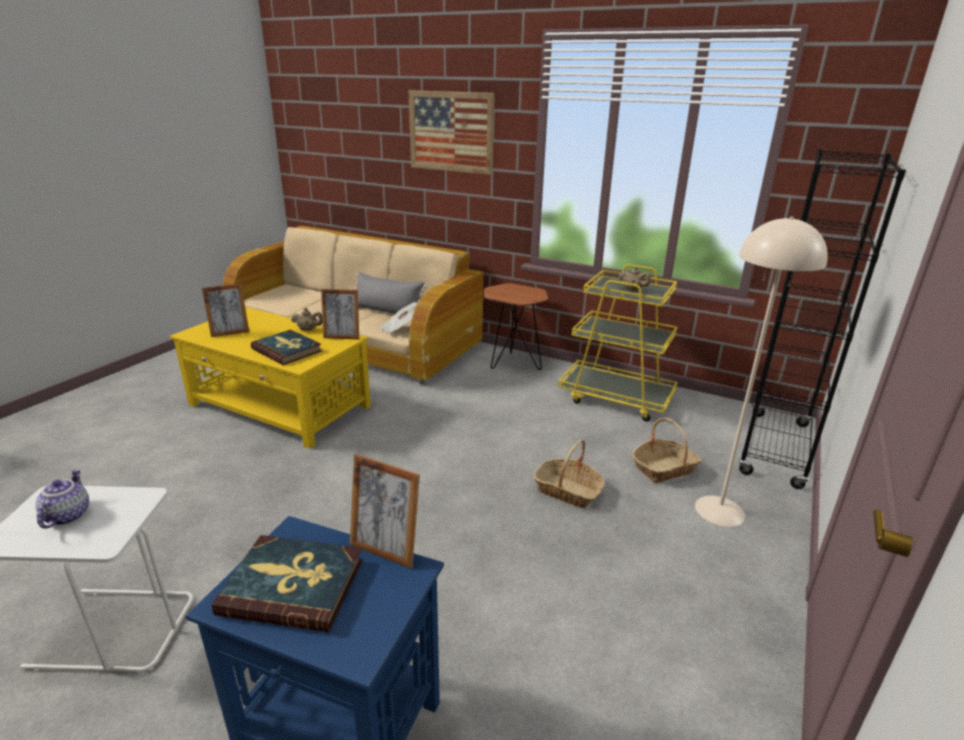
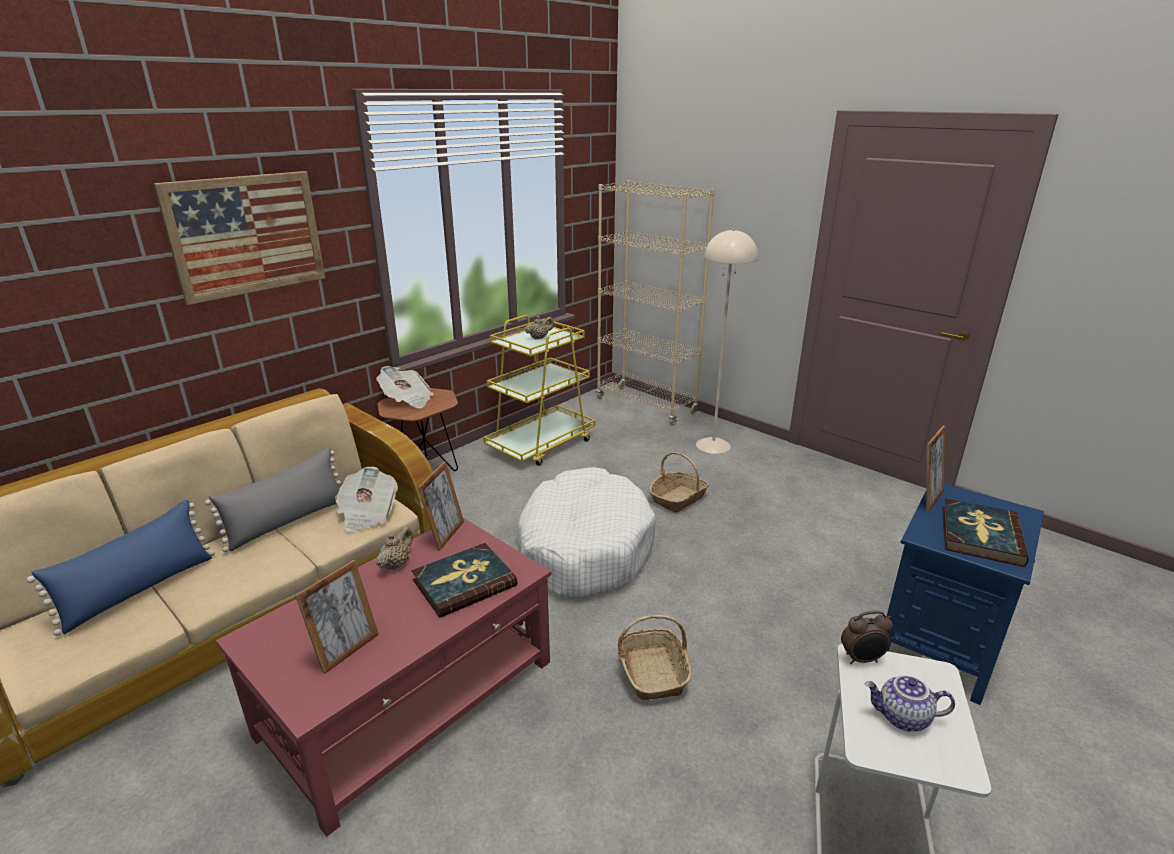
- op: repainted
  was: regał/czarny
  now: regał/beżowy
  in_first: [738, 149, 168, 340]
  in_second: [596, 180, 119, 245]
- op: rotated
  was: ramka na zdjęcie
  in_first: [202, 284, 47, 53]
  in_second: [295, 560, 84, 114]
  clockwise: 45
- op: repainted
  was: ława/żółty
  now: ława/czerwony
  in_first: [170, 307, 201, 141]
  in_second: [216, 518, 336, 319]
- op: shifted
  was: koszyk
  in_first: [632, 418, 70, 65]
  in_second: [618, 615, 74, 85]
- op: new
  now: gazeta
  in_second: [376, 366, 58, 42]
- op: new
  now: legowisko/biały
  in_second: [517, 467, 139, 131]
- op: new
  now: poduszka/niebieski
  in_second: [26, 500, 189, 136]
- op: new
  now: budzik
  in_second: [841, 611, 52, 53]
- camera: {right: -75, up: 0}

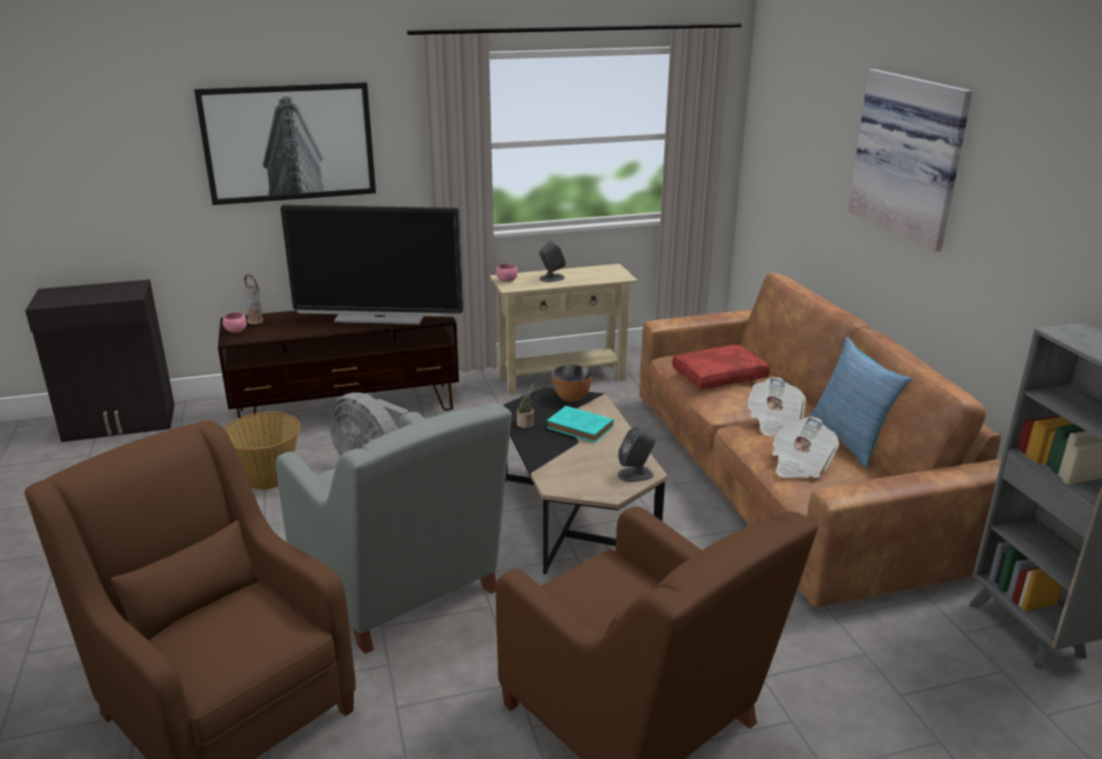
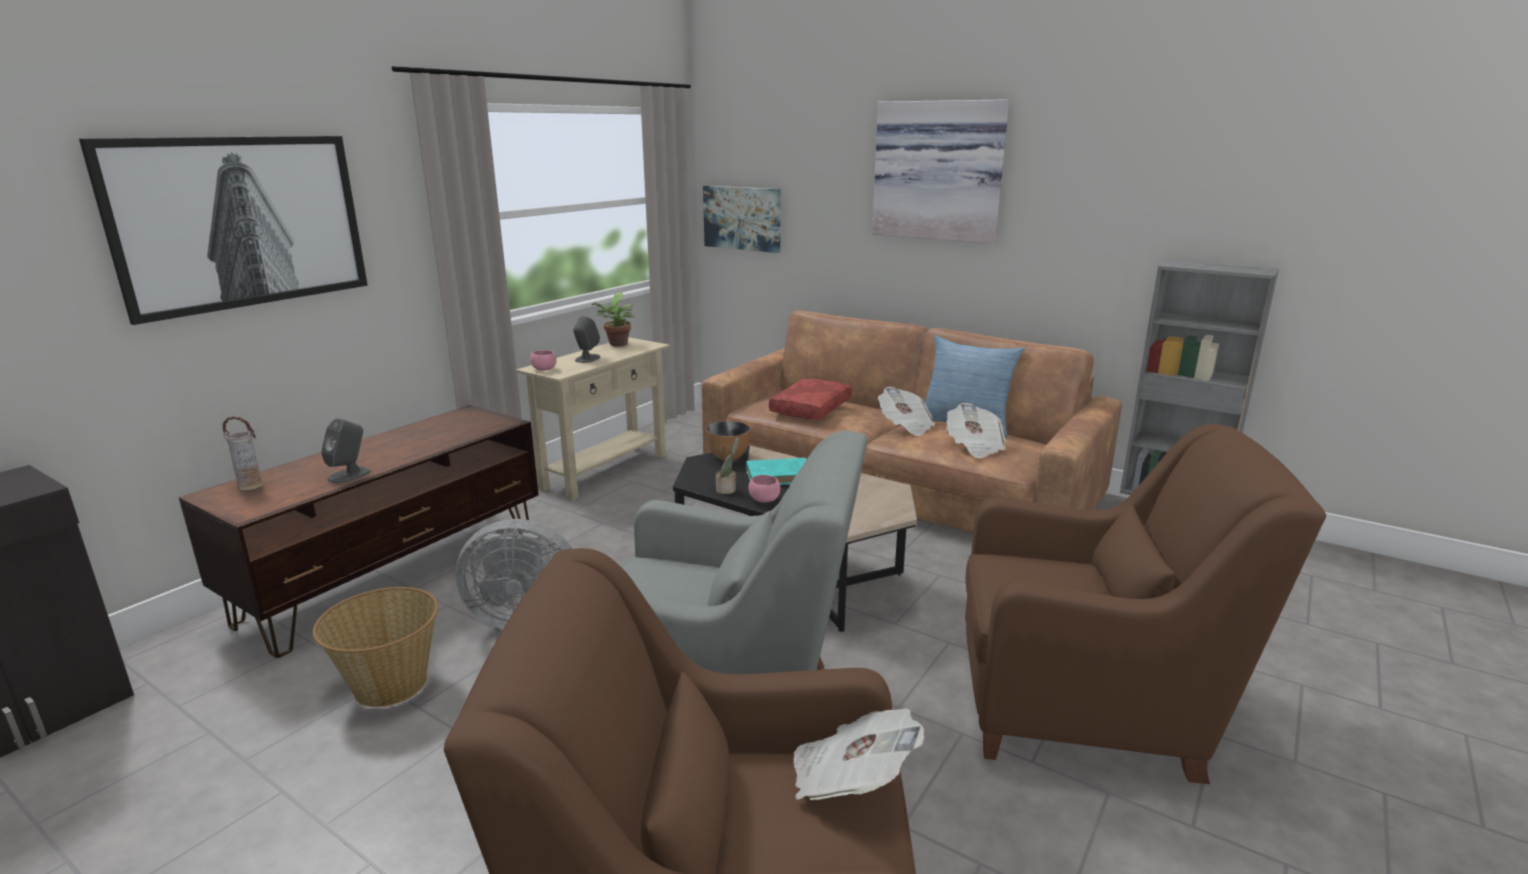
- op: gone
  was: telewizor
  in_first: [280, 205, 183, 119]
- op: shifted
  was: miska/różowy
  in_first: [223, 312, 24, 21]
  in_second: [748, 475, 32, 28]
- op: shifted
  was: głośnik/szary
  in_first: [618, 426, 38, 56]
  in_second: [321, 418, 49, 65]
- op: new
  now: obraz
  in_second: [703, 186, 78, 67]
- op: new
  now: roślina doniczkowa
  in_second: [591, 293, 44, 53]
- op: new
  now: gazeta
  in_second: [793, 708, 131, 92]
- camera: {right: -40, up: -5}

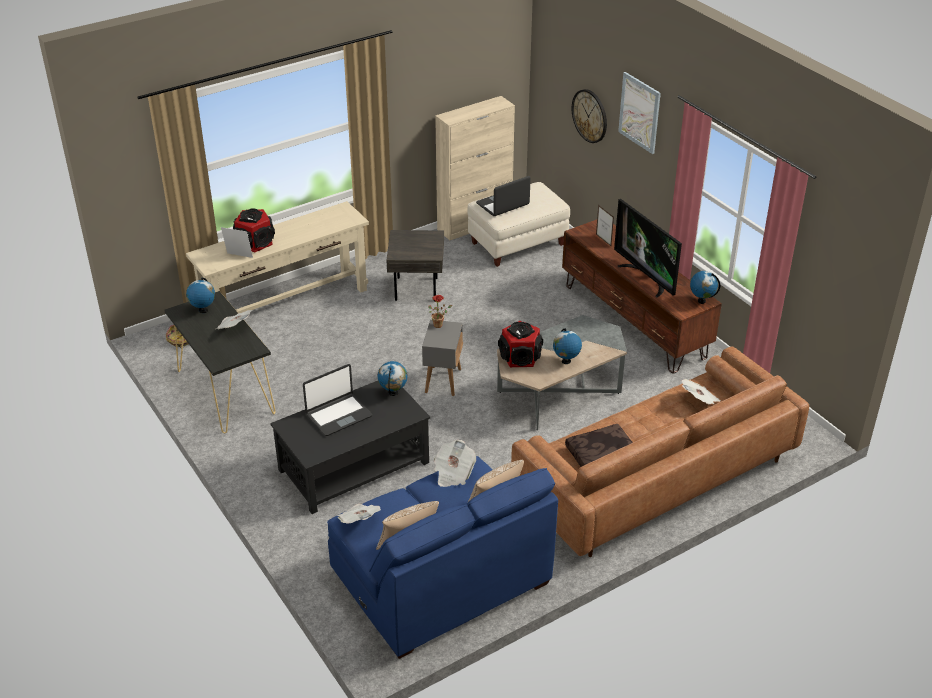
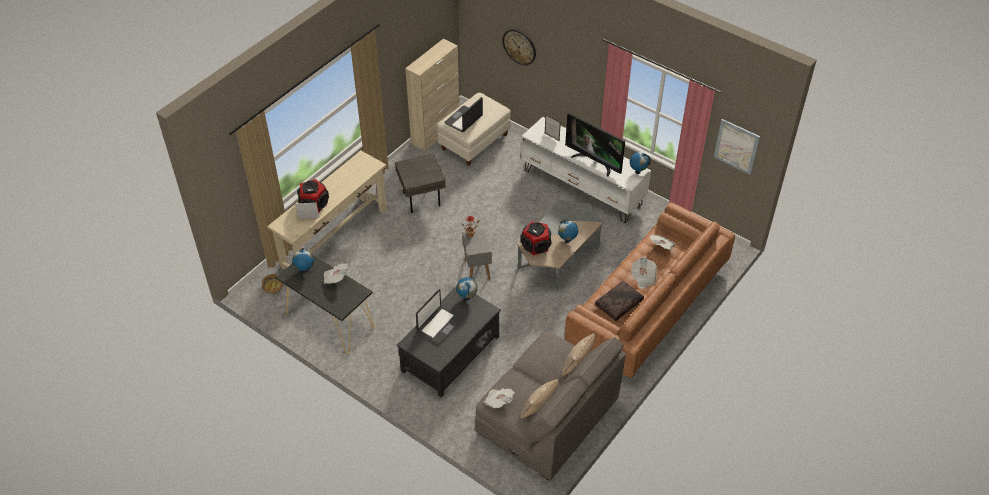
- op: shifted
  was: obraz
  in_first: [618, 72, 43, 82]
  in_second: [714, 119, 46, 56]
- op: repainted
  was: szafka pod telewizor/brązowy
  now: szafka pod telewizor/biały
  in_first: [562, 220, 160, 154]
  in_second: [521, 117, 130, 106]
- op: shifted
  was: gazeta
  in_first: [434, 440, 42, 47]
  in_second: [631, 257, 26, 32]
- op: repainted
  was: kanapa/niebieski
  now: kanapa/szary
  in_first: [327, 456, 231, 203]
  in_second: [475, 331, 151, 150]
- camera: {right: -20, up: 10}

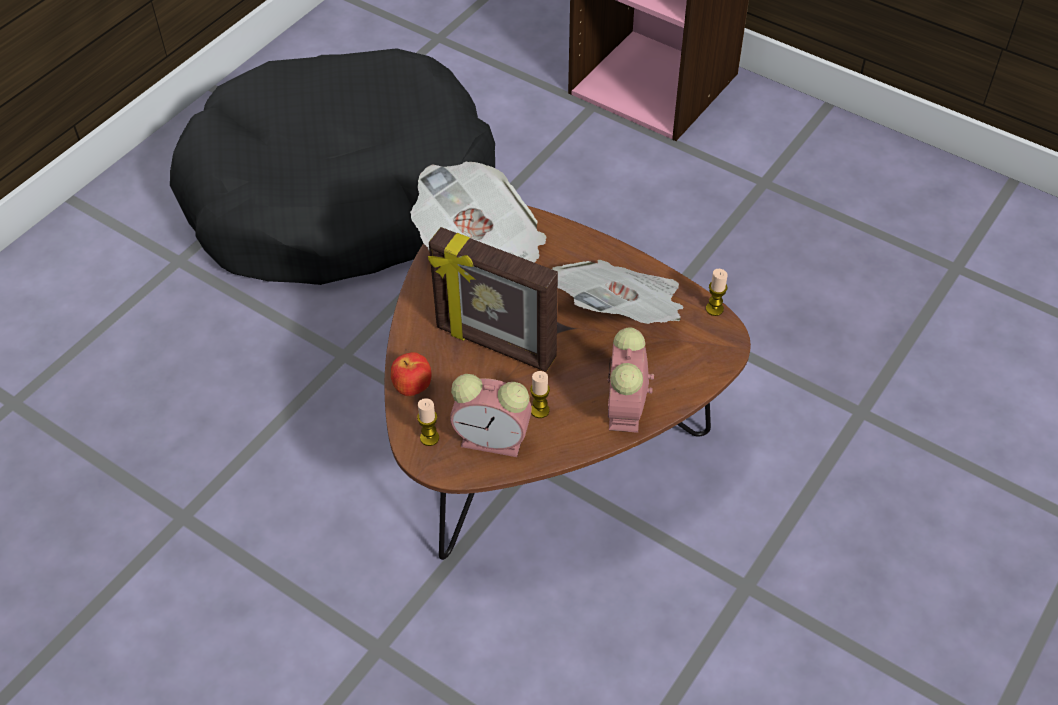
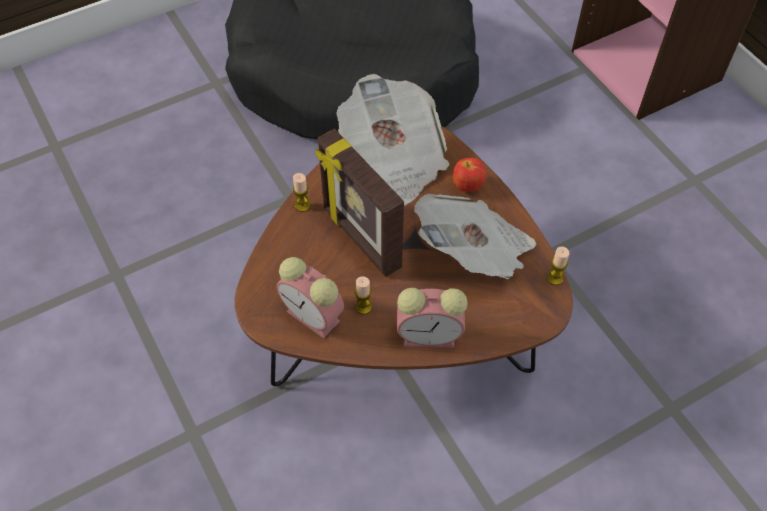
- op: rotated
  was: budzik
  in_first: [608, 327, 46, 106]
  in_second: [397, 288, 71, 60]
  clockwise: -120
- op: shifted
  was: jabłko
  in_first: [391, 352, 40, 44]
  in_second: [453, 158, 33, 34]
- op: shifted
  was: świeca
  in_first: [417, 398, 22, 48]
  in_second: [293, 173, 18, 39]
- camera: {right: 25, up: 5}

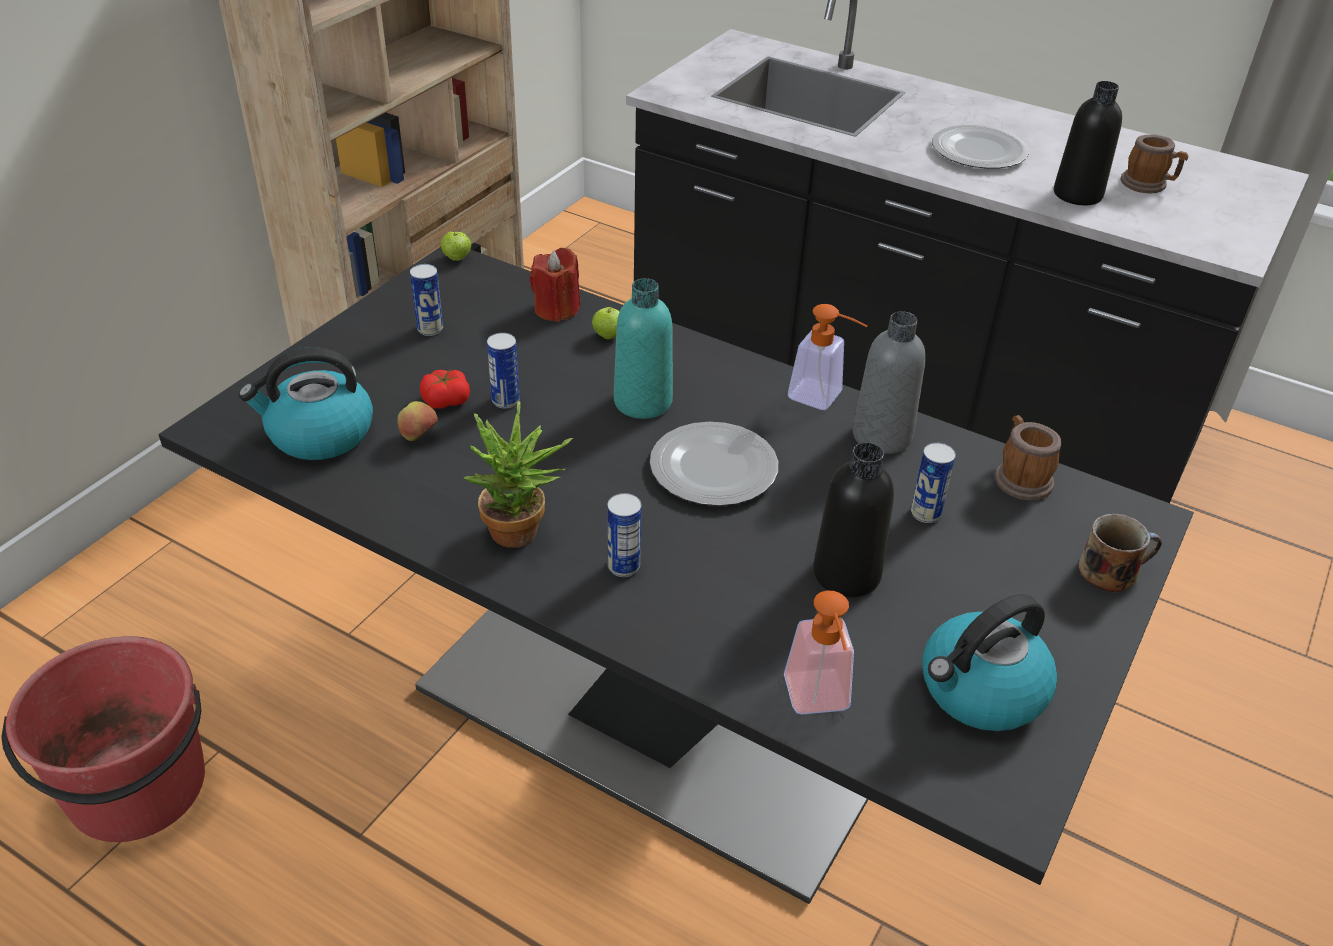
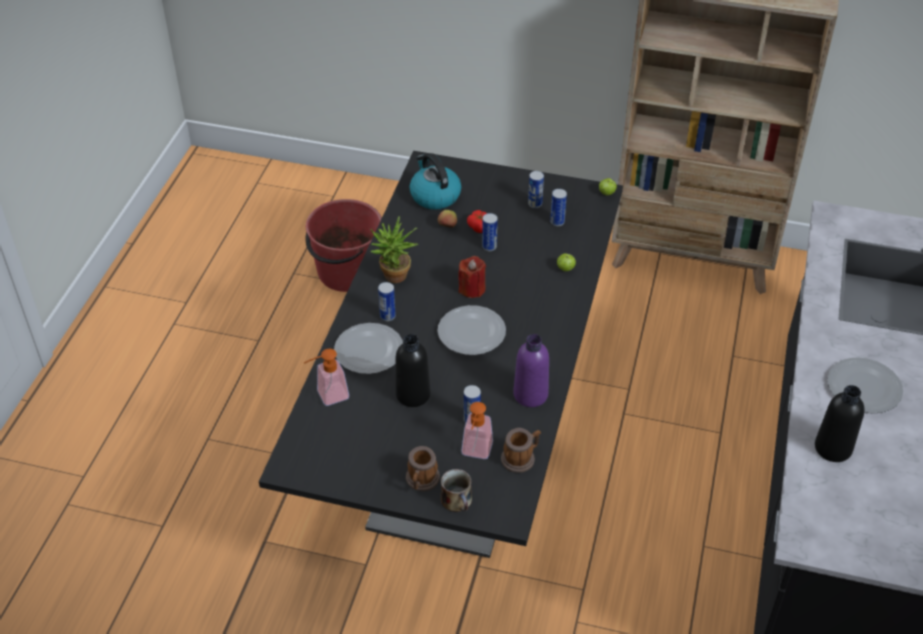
- op: shifted
  was: kubek
  in_first: [1121, 135, 67, 58]
  in_second: [406, 446, 34, 45]
- op: shifted
  was: świeca/czerwony
  in_first: [530, 248, 50, 74]
  in_second: [458, 256, 28, 42]
- op: gone
  was: butelka/turkusowy
  in_first: [614, 278, 59, 141]
- op: shifted
  was: dozownik mydła
  in_first: [788, 304, 80, 106]
  in_second: [461, 402, 32, 57]
- op: repainted
  was: butelka/szary
  now: butelka/fioletowy
  in_first: [853, 311, 73, 143]
  in_second: [513, 334, 36, 73]
- op: gone
  was: czajnik
  in_first: [922, 594, 135, 137]
- op: new
  now: puszka
  in_second: [550, 189, 17, 37]
- op: new
  now: talerz
  in_second: [334, 323, 69, 51]
- camera: {right: 75, up: 5}

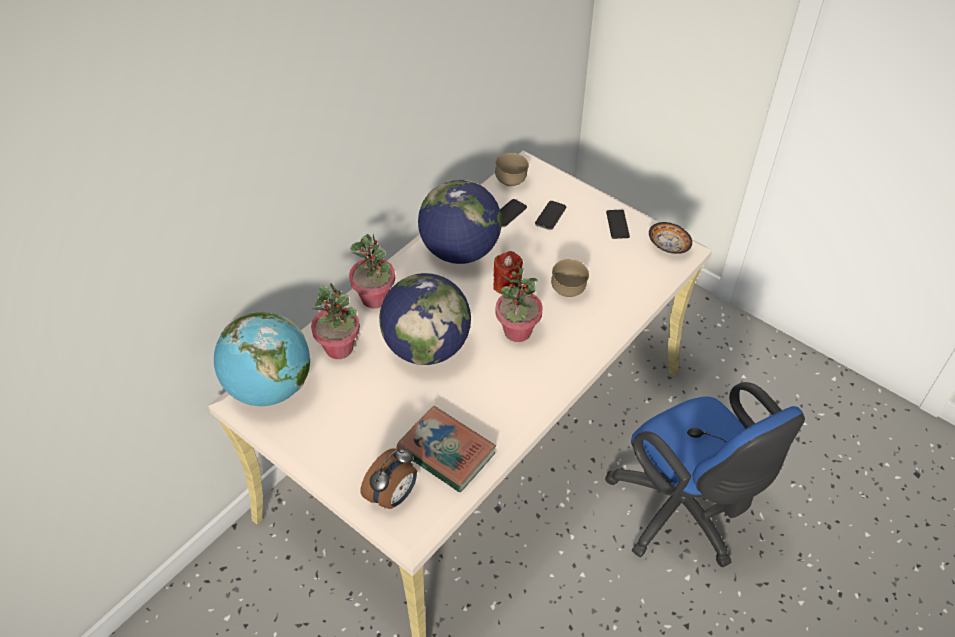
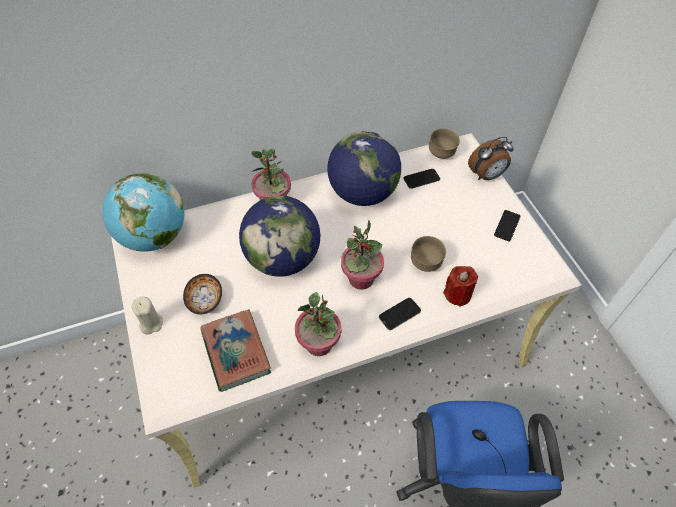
- op: shifted
  was: telefon
  in_first: [535, 201, 31, 29]
  in_second: [379, 298, 42, 32]
- op: shifted
  was: miska
  in_first: [649, 222, 43, 32]
  in_second: [183, 274, 39, 40]
- op: shifted
  was: świeca/czerwony
  in_first: [493, 251, 30, 43]
  in_second: [443, 266, 35, 41]
- op: shifted
  was: roślina doniczkowa
  in_first: [311, 283, 49, 76]
  in_second: [295, 292, 46, 64]
- op: shifted
  was: budzik
  in_first: [361, 448, 56, 61]
  in_second: [468, 136, 45, 44]
- op: new
  now: świeca/beżowy
  in_second: [132, 297, 31, 37]
- camera: {right: 30, up: 5}

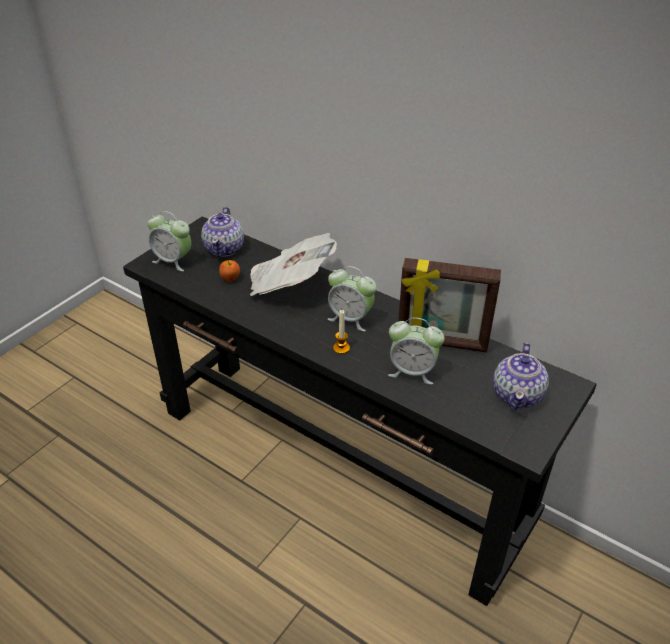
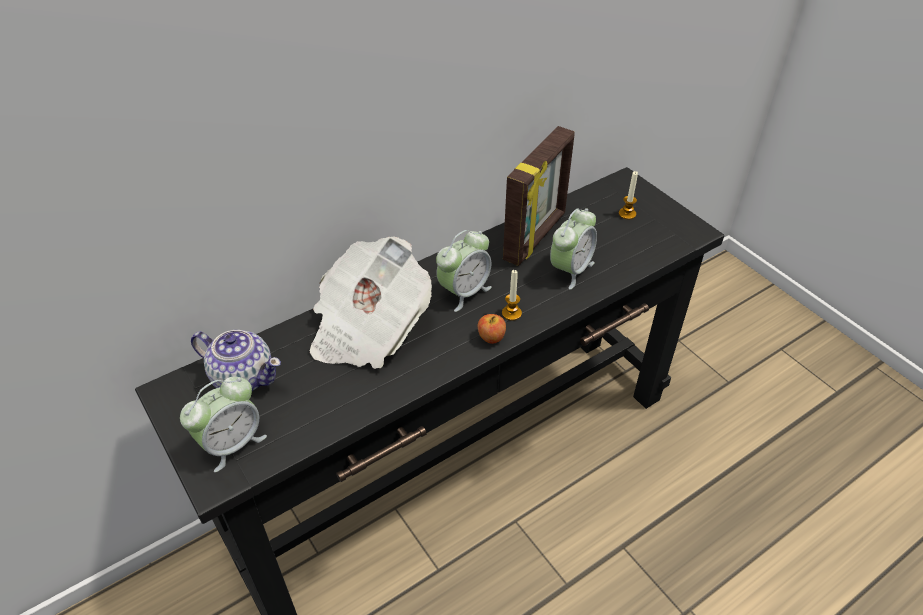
- op: shifted
  was: jabłko
  in_first: [219, 260, 21, 22]
  in_second: [478, 314, 28, 30]
- op: swapped
  was: imbryk
  now: świeca
  in_first: [493, 342, 56, 68]
  in_second: [619, 171, 19, 48]
- camera: {right: -70, up: 5}

